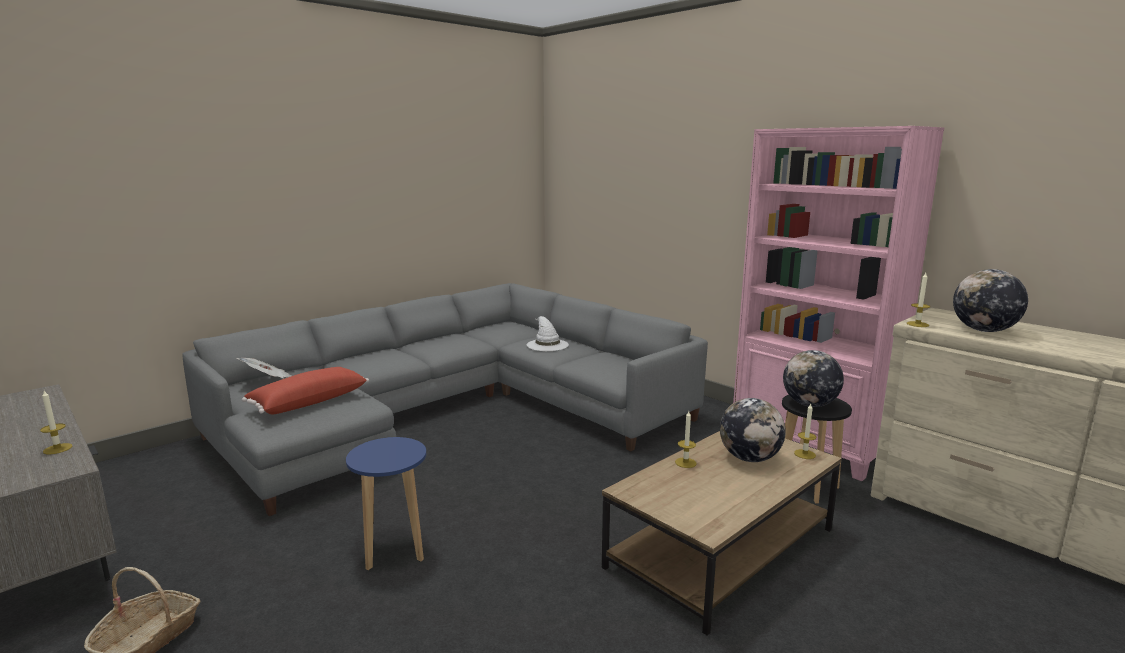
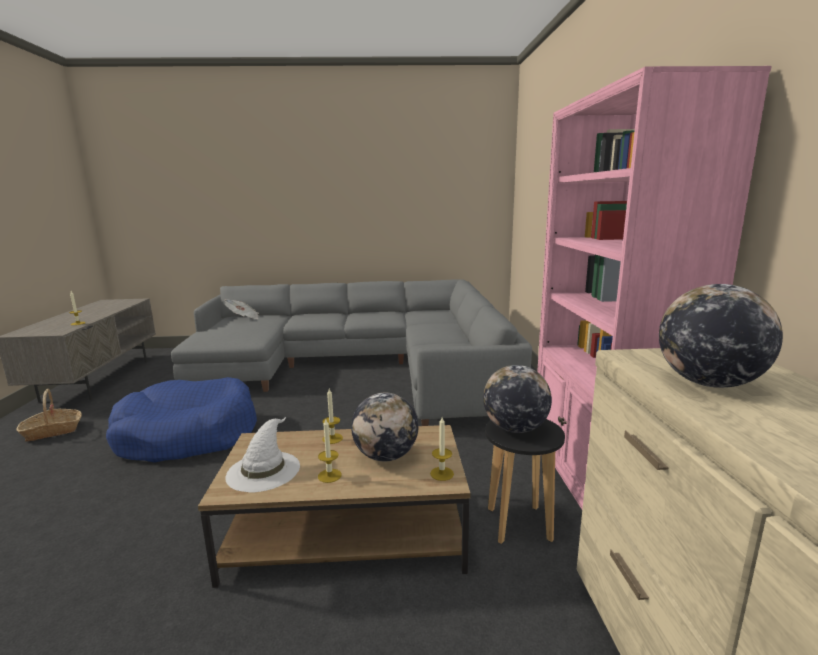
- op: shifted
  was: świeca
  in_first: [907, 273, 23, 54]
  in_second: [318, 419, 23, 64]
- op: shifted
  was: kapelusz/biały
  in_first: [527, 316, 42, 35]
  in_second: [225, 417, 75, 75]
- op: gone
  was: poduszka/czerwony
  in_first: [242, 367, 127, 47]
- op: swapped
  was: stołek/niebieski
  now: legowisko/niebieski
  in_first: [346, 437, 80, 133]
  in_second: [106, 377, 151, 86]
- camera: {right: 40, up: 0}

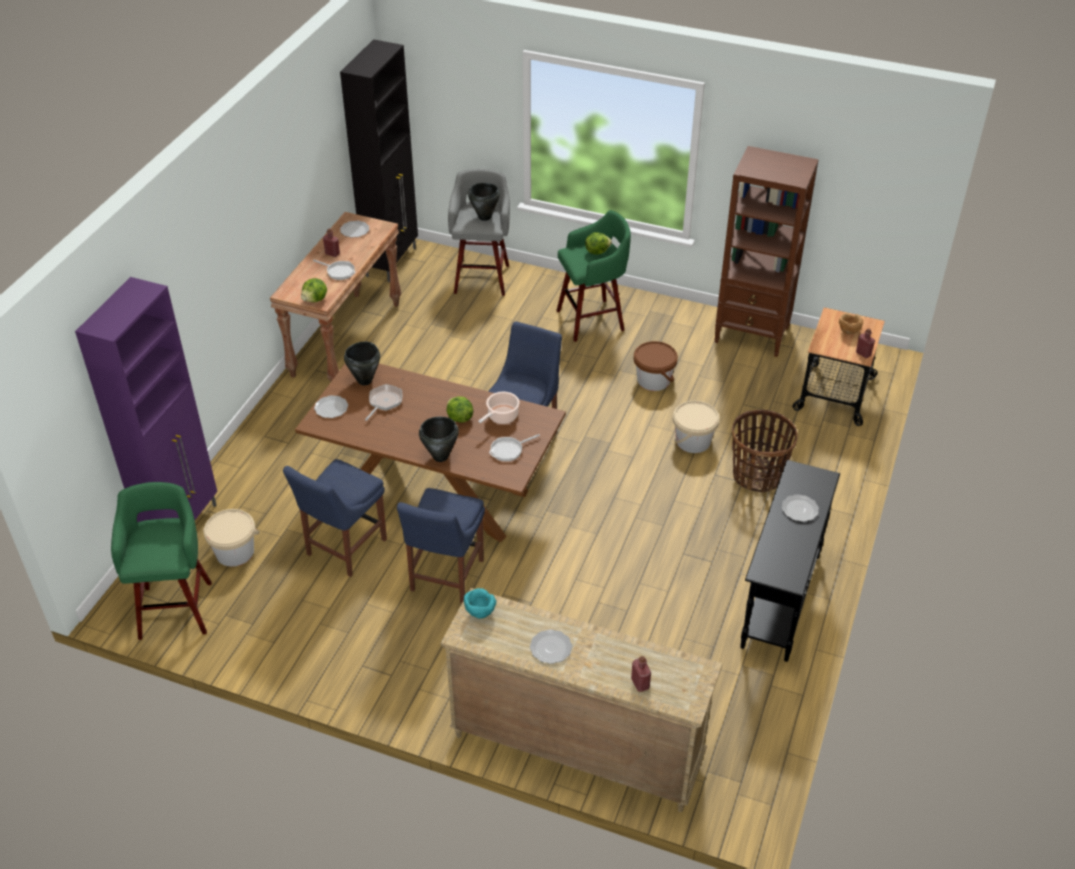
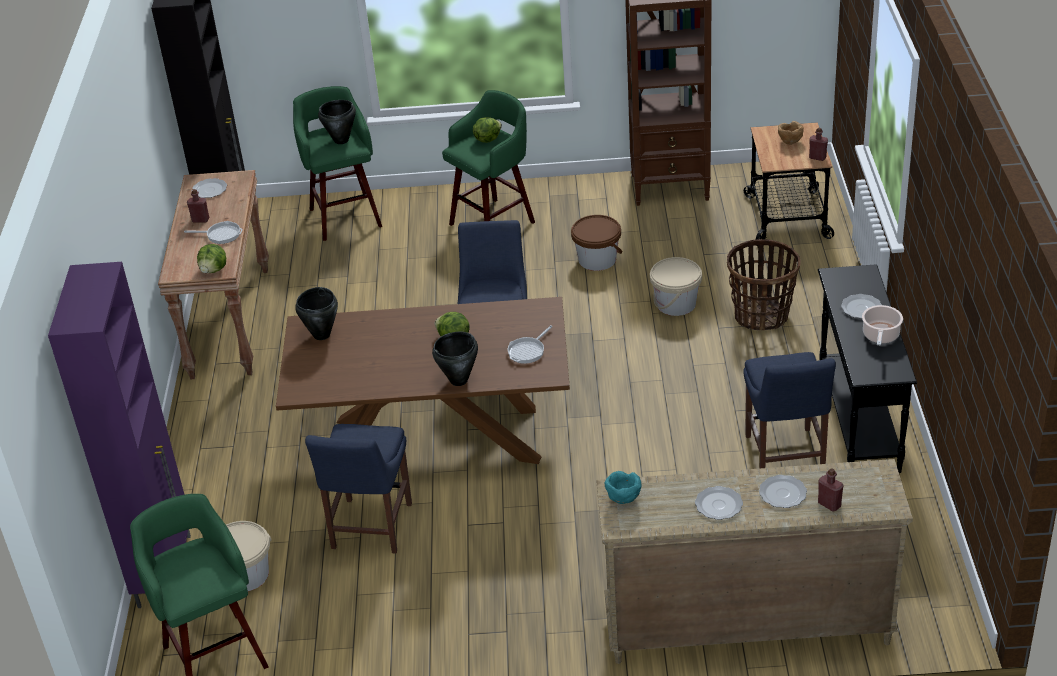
- op: repainted
  was: stołek/szary
  now: stołek/zielony
  in_first: [448, 169, 62, 127]
  in_second: [293, 86, 89, 155]
- op: gone
  was: patelnia
  in_first: [365, 384, 37, 37]
- op: shifted
  was: garnek
  in_first: [478, 392, 42, 32]
  in_second: [862, 305, 41, 40]
- op: shifted
  was: talerz
  in_first: [314, 395, 34, 23]
  in_second: [759, 475, 48, 33]
- op: shifted
  was: krzesło/niebieski
  in_first: [397, 488, 88, 115]
  in_second: [743, 352, 93, 116]
- camera: {right: -20, up: -5}

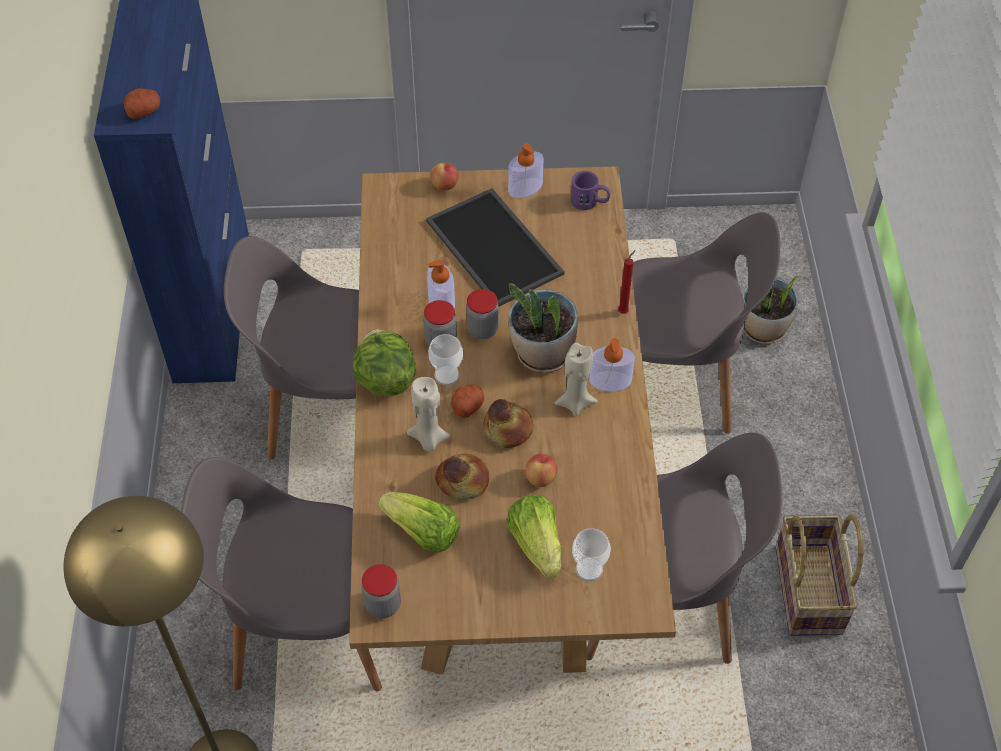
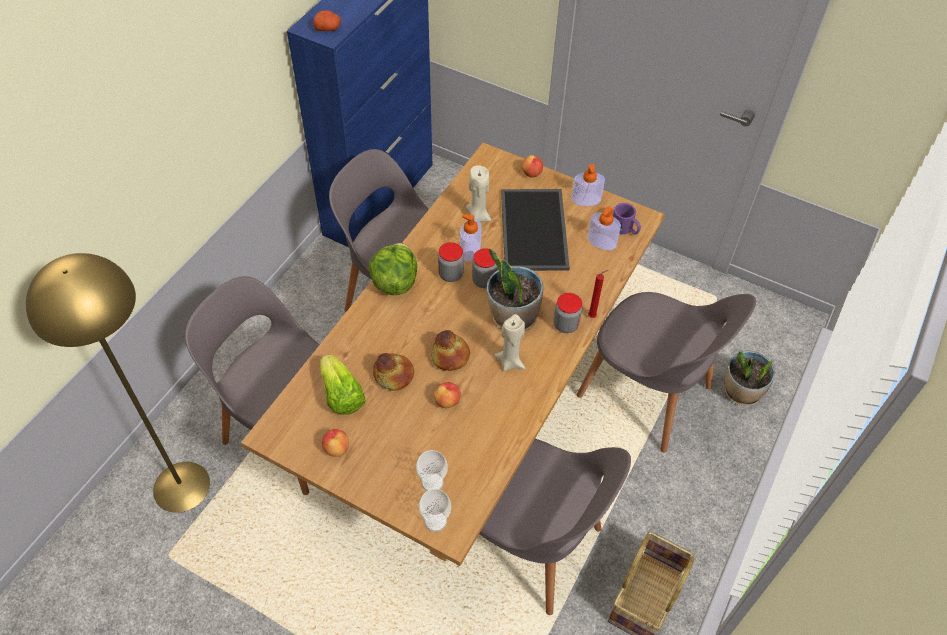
- op: shifted
  was: filiżanka
  in_first: [428, 334, 35, 51]
  in_second: [419, 489, 32, 43]
- op: shifted
  was: dozownik mydła
  in_first: [589, 338, 46, 53]
  in_second: [587, 207, 34, 43]
- op: shifted
  was: świeca/beżowy
  in_first: [407, 377, 43, 74]
  in_second: [466, 165, 26, 57]
- op: gone
  was: ziemniak
  in_first: [451, 384, 33, 34]
- op: gone
  was: sałata
  in_first: [507, 495, 54, 83]
- op: shifted
  was: słoik
  in_first: [361, 564, 40, 54]
  in_second: [554, 293, 28, 40]
- op: new
  now: jabłko
  in_second: [322, 429, 27, 28]
- camera: {right: 30, up: 0}

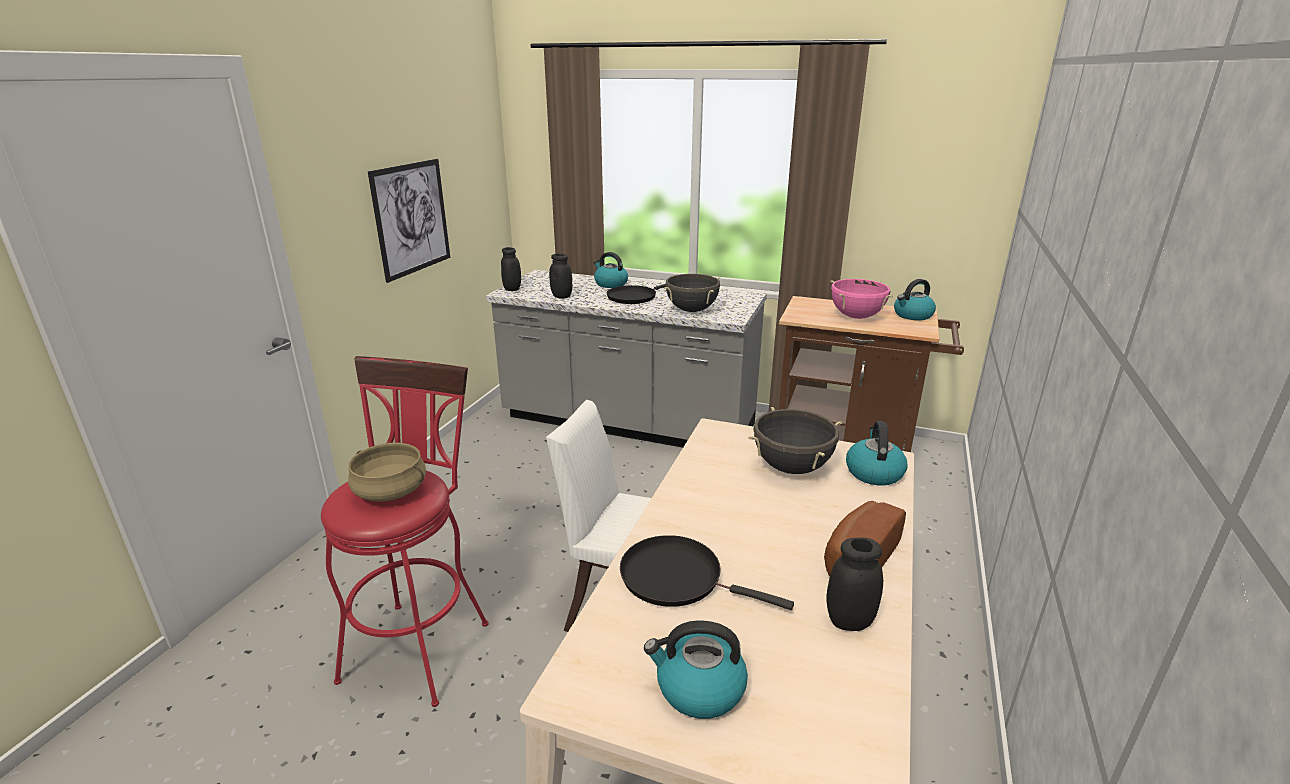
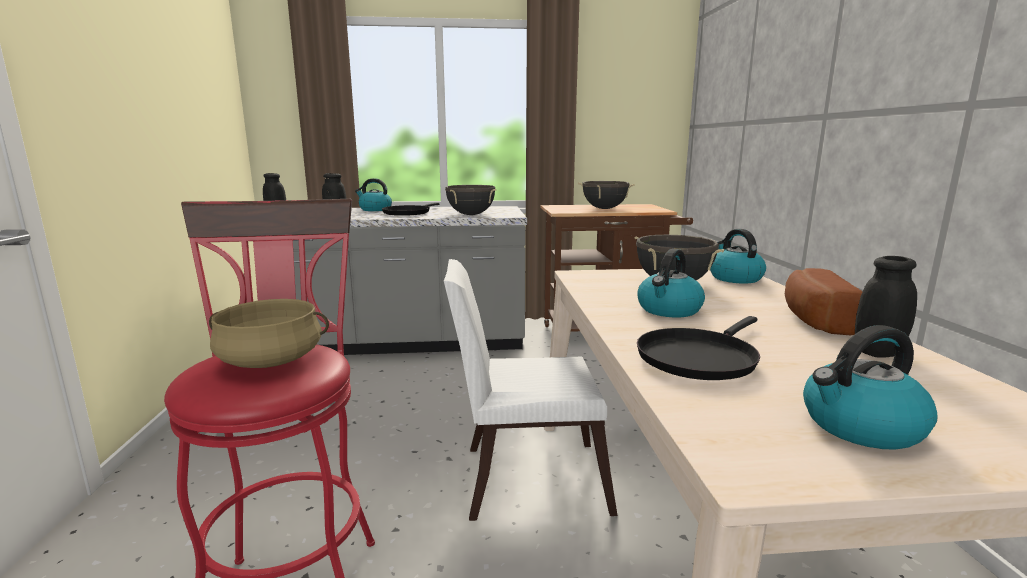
- op: gone
  was: obraz
  in_first: [368, 159, 82, 124]
- op: repainted
  was: garnek/różowy
  now: garnek/czarny
  in_first: [830, 279, 63, 40]
  in_second: [578, 181, 57, 28]
- op: shifted
  was: czajnik
  in_first: [894, 279, 42, 41]
  in_second: [638, 249, 67, 68]
- op: rotated
  was: patelnia/czarny
  in_first: [620, 535, 174, 75]
  in_second: [637, 316, 123, 64]
  clockwise: -45
- camera: {right: -25, up: -10}

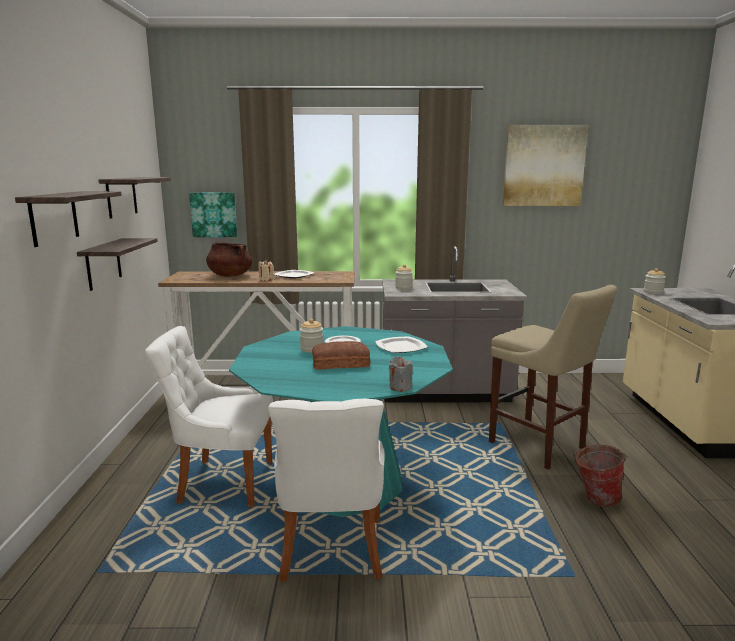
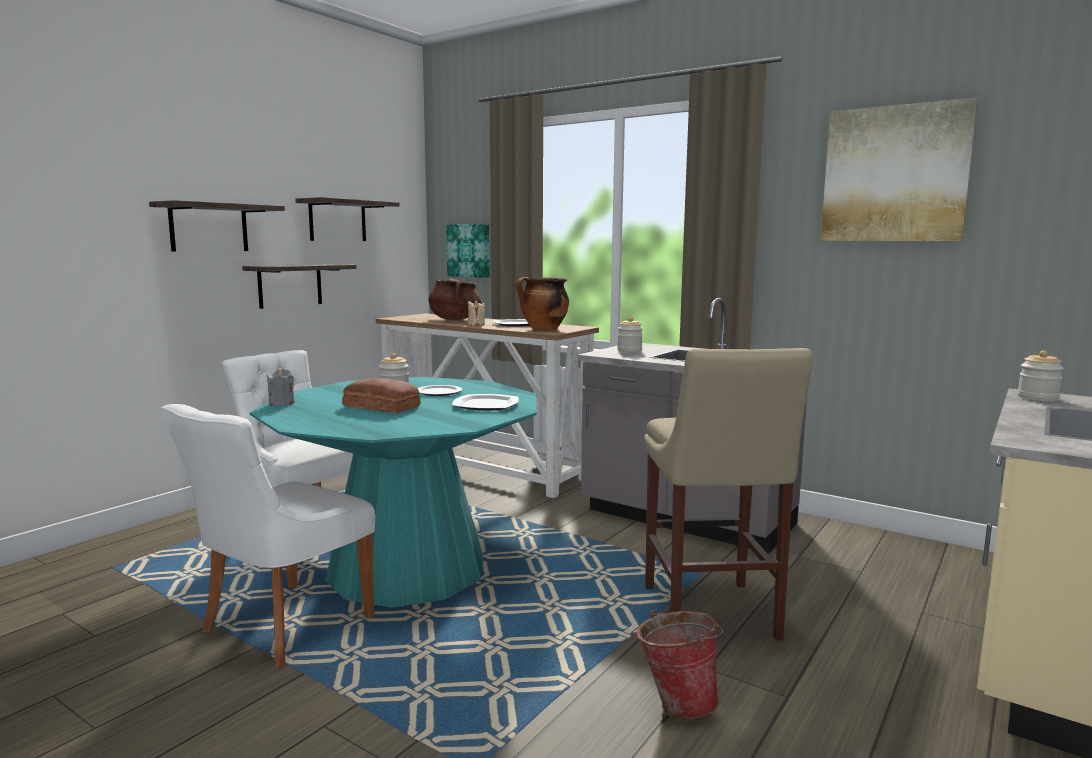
- op: shifted
  was: świeca/szary
  in_first: [389, 356, 24, 36]
  in_second: [266, 368, 29, 38]
- op: new
  now: garnek
  in_second: [516, 276, 53, 55]
- camera: {right: 35, up: -5}

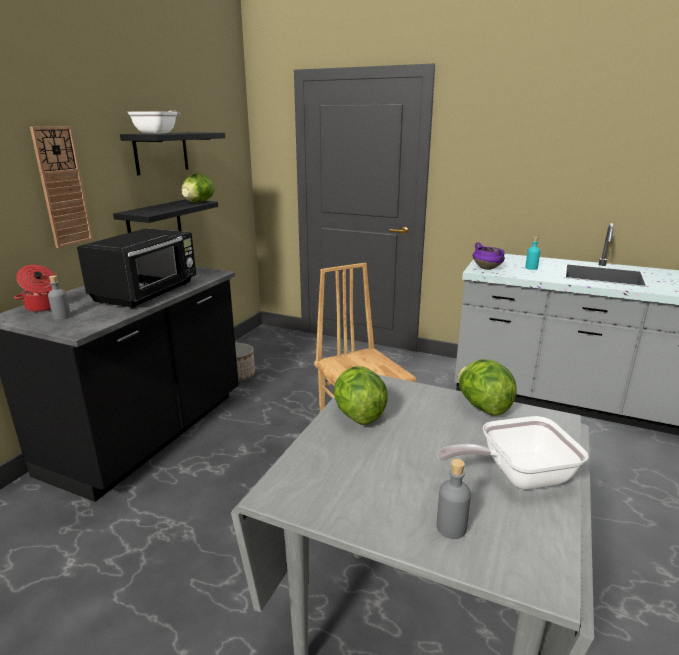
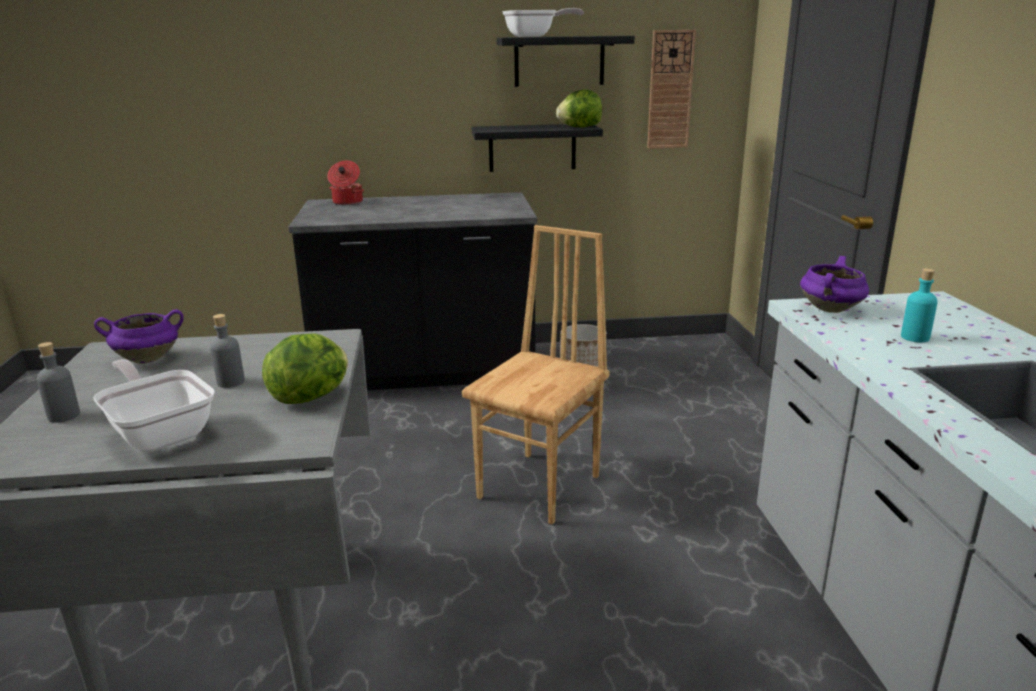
- op: shifted
  was: zegar ścienny
  in_first: [30, 126, 63, 122]
  in_second: [647, 30, 49, 119]
- op: gone
  was: mikrofalówka/czarny
  in_first: [77, 228, 119, 80]
- op: shifted
  was: butelka/szary
  in_first: [48, 275, 23, 45]
  in_second: [210, 314, 35, 74]
- op: gone
  was: sałata
  in_first: [333, 366, 55, 59]
- op: new
  now: garnek/fioletowy
  in_second: [94, 309, 89, 55]
- camera: {right: 60, up: 0}

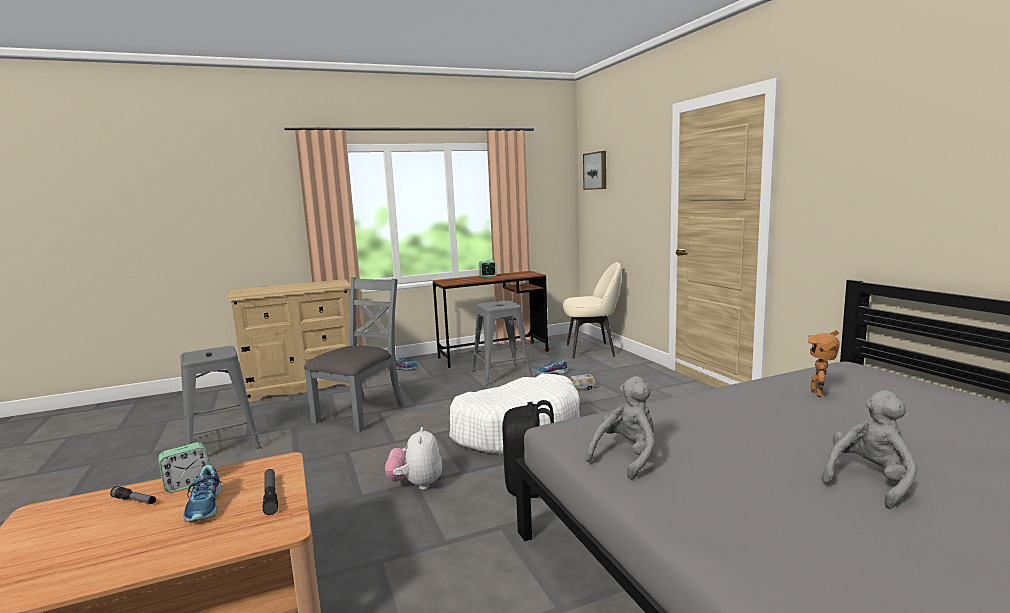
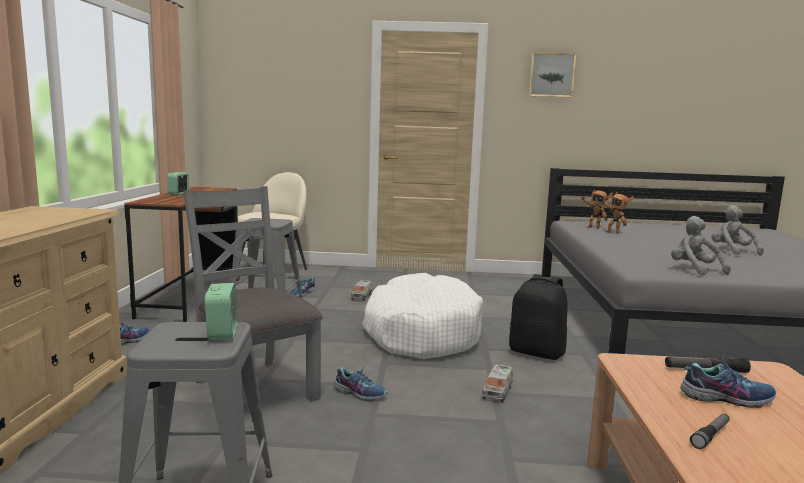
- op: shifted
  was: obraz
  in_first: [583, 151, 23, 39]
  in_second: [529, 52, 47, 45]
- op: swapped
  was: pluszak
  now: ciężarówka zabawkowa
  in_first: [385, 427, 57, 63]
  in_second: [482, 364, 31, 39]
- op: shifted
  was: budzik
  in_first: [158, 442, 51, 51]
  in_second: [205, 283, 32, 57]
- op: new
  now: robot zabawkowy
  in_second: [582, 189, 31, 39]
- op: new
  now: but
  in_second: [334, 365, 54, 37]
- camera: {right: -65, up: 0}

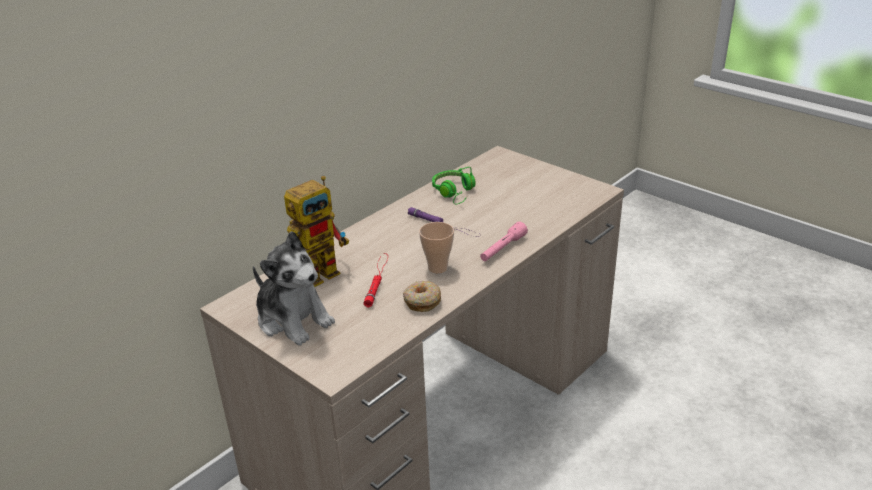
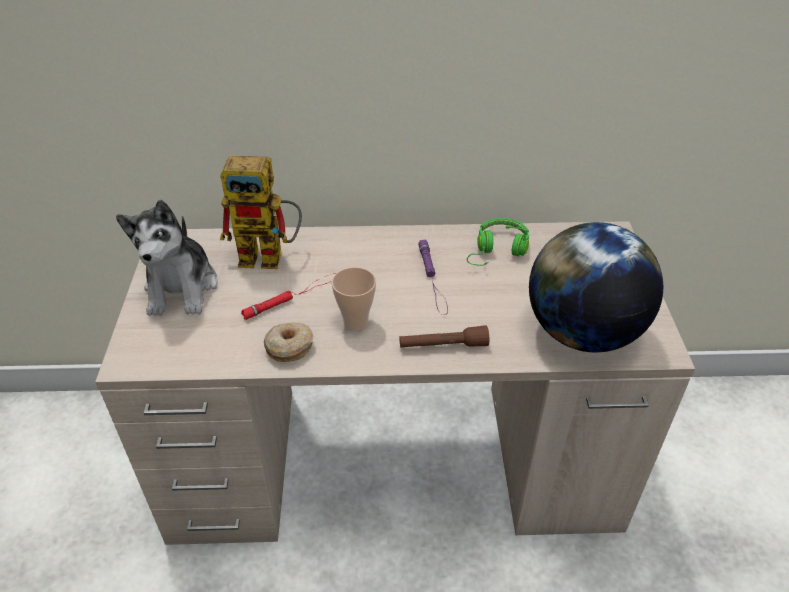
- op: repainted
  was: latarka/różowy
  now: latarka/brązowy
  in_first: [480, 221, 48, 40]
  in_second: [400, 325, 89, 23]
- op: new
  now: globus
  in_second: [529, 222, 134, 130]
- camera: {right: 45, up: 10}

